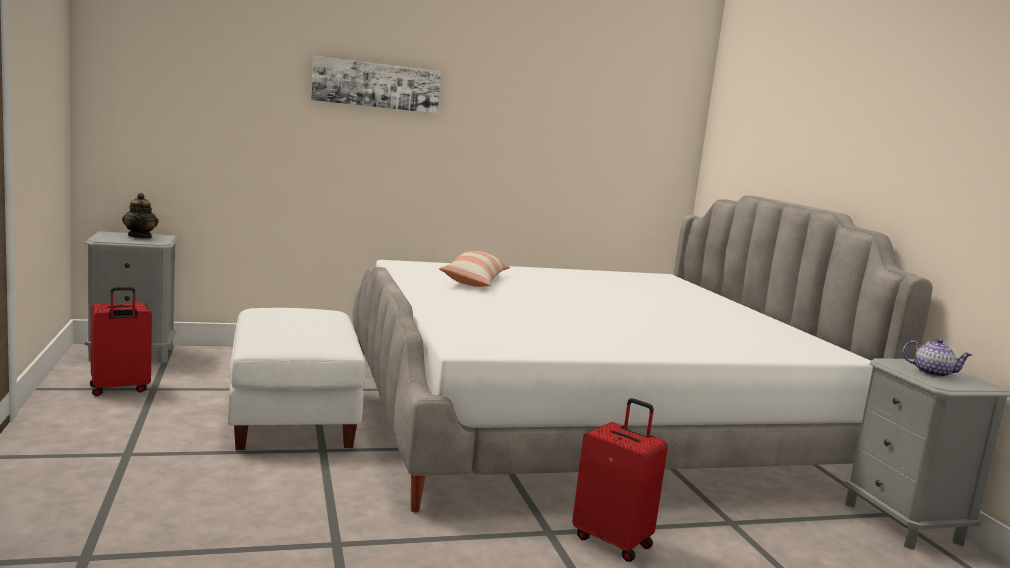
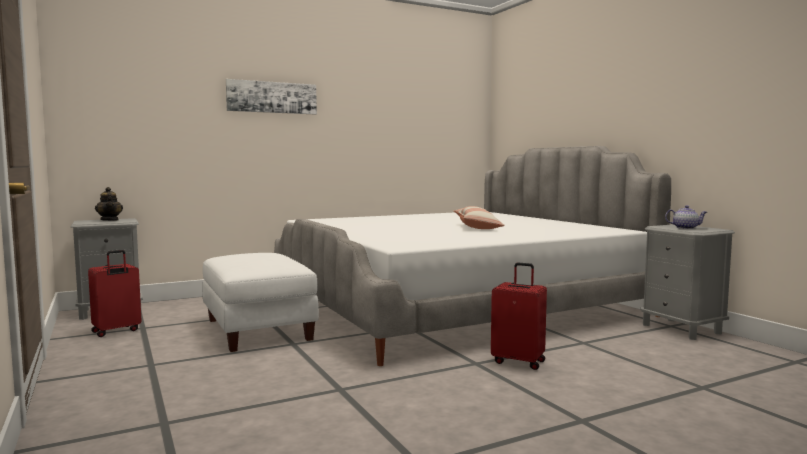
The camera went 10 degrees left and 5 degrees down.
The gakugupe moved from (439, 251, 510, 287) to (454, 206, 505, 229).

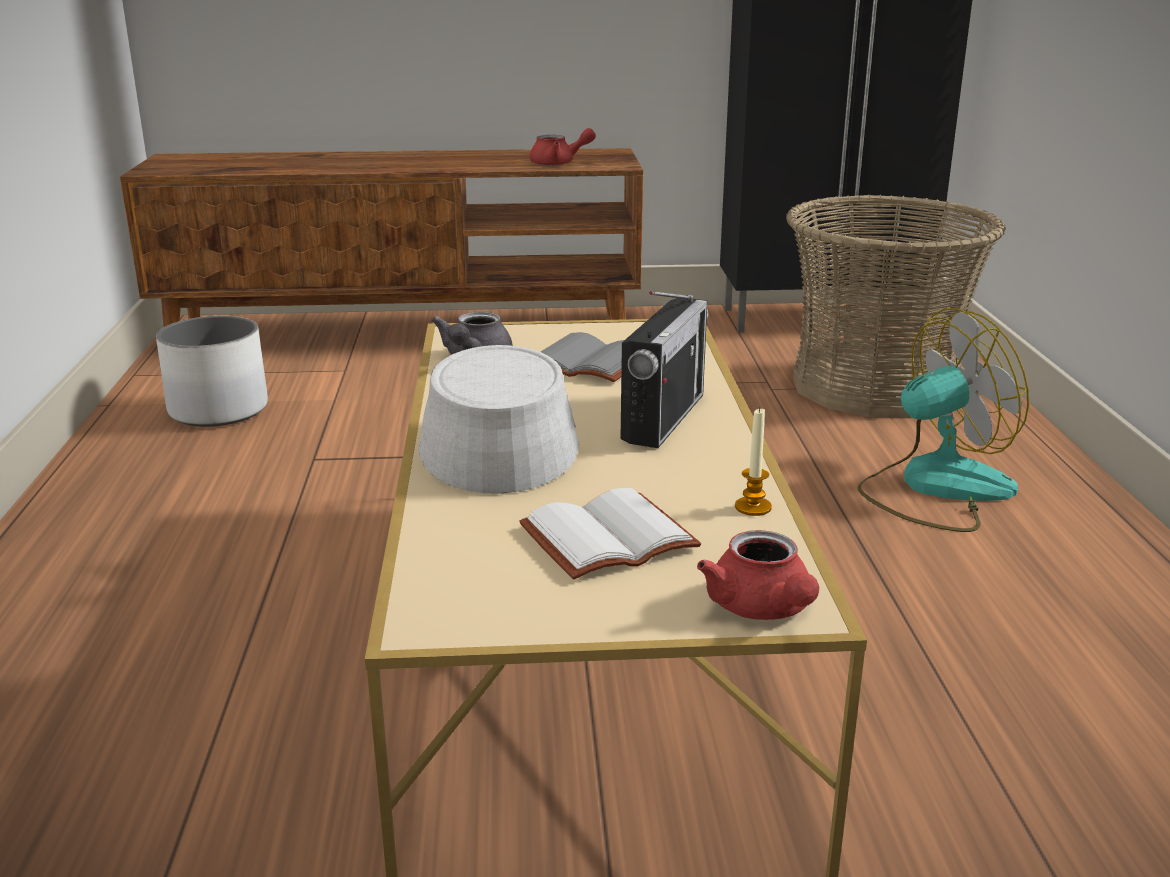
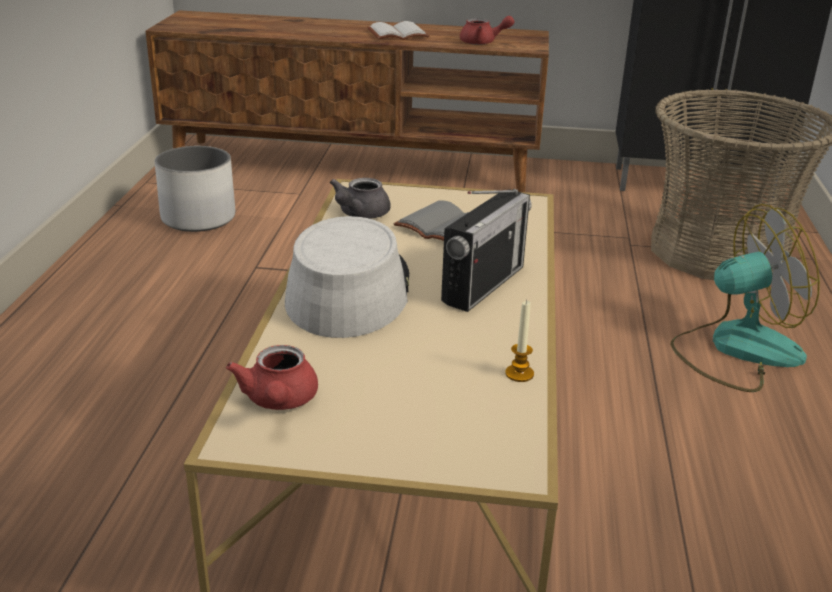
The camera went 10 degrees right and 5 degrees up.
The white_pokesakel moved from (519, 488, 701, 580) to (367, 21, 429, 40).
The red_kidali moved from (697, 530, 819, 620) to (226, 345, 318, 410).

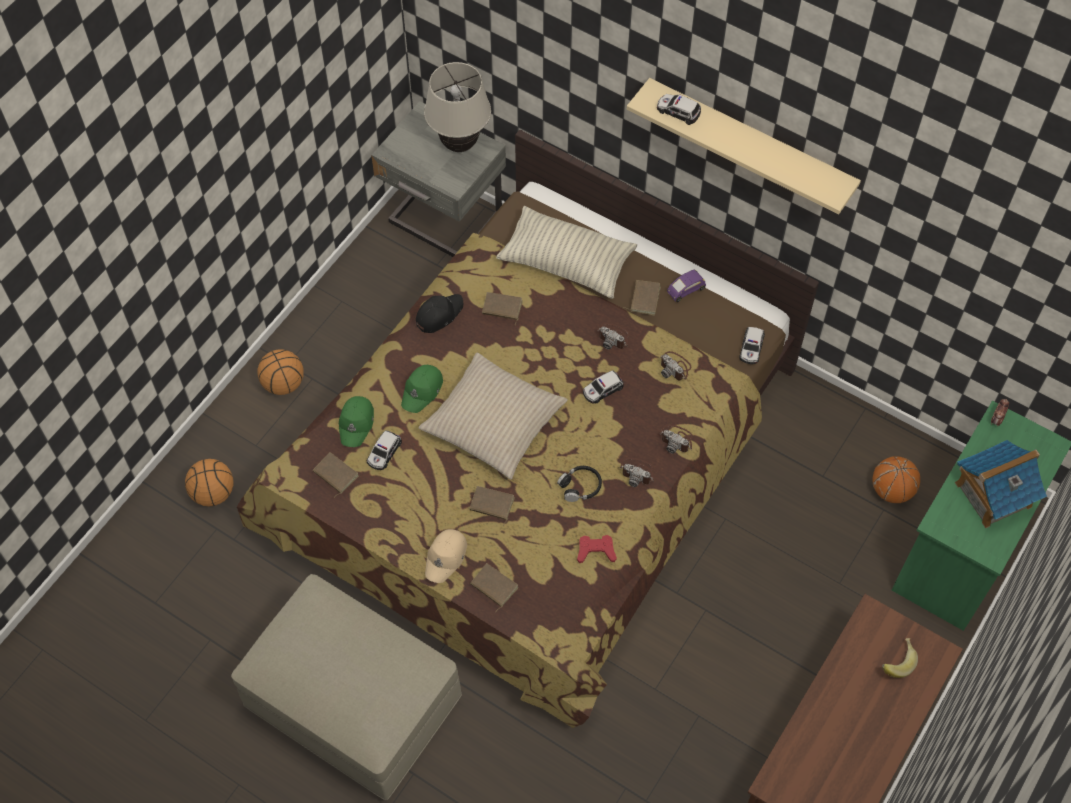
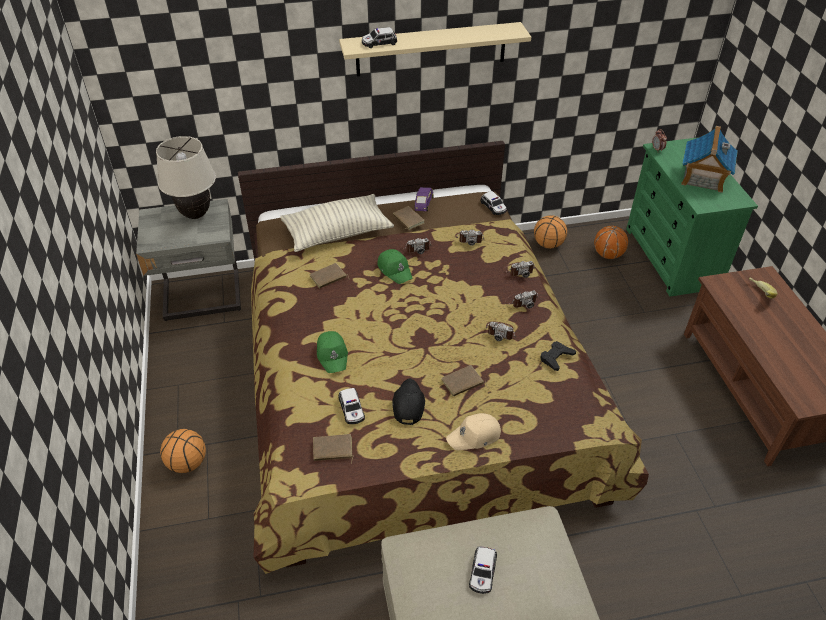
The camera went 45 degrees left and 15 degrees down.
The beige_gakugupe at (419, 353, 568, 479) disappeared.
The brown_pokesakel at (470, 563, 519, 612) disappeared.
The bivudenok moved from (185, 459, 233, 506) to (534, 215, 567, 249).
The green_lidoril moved from (339, 396, 374, 447) to (377, 249, 412, 284).
The black_lidoril moved from (416, 294, 463, 333) to (392, 378, 425, 425).
The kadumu moved from (583, 370, 624, 404) to (469, 547, 497, 594).
The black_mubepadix at (557, 466, 602, 502) was replaced by the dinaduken at (485, 322, 516, 341).
The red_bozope at (577, 535, 617, 563) became the black_bozope at (541, 341, 576, 371).
The beige_lidoril at (425, 529, 467, 583) turned 90 degrees clockwise.

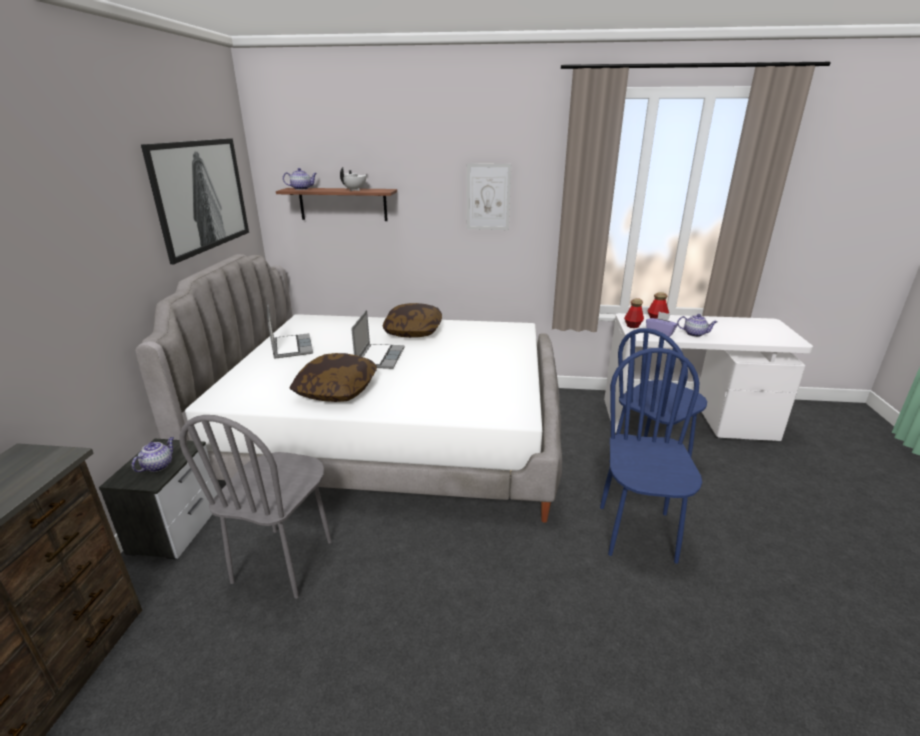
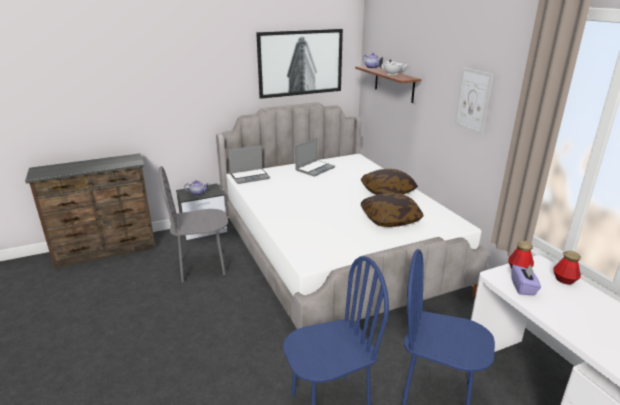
The camera went 60 degrees right and 0 degrees up.
The kidali at (677, 314, 717, 337) disappeared.
The gakugupe moved from (289, 353, 377, 402) to (361, 193, 423, 227).
The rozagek moved from (351, 310, 405, 369) to (228, 145, 270, 184).

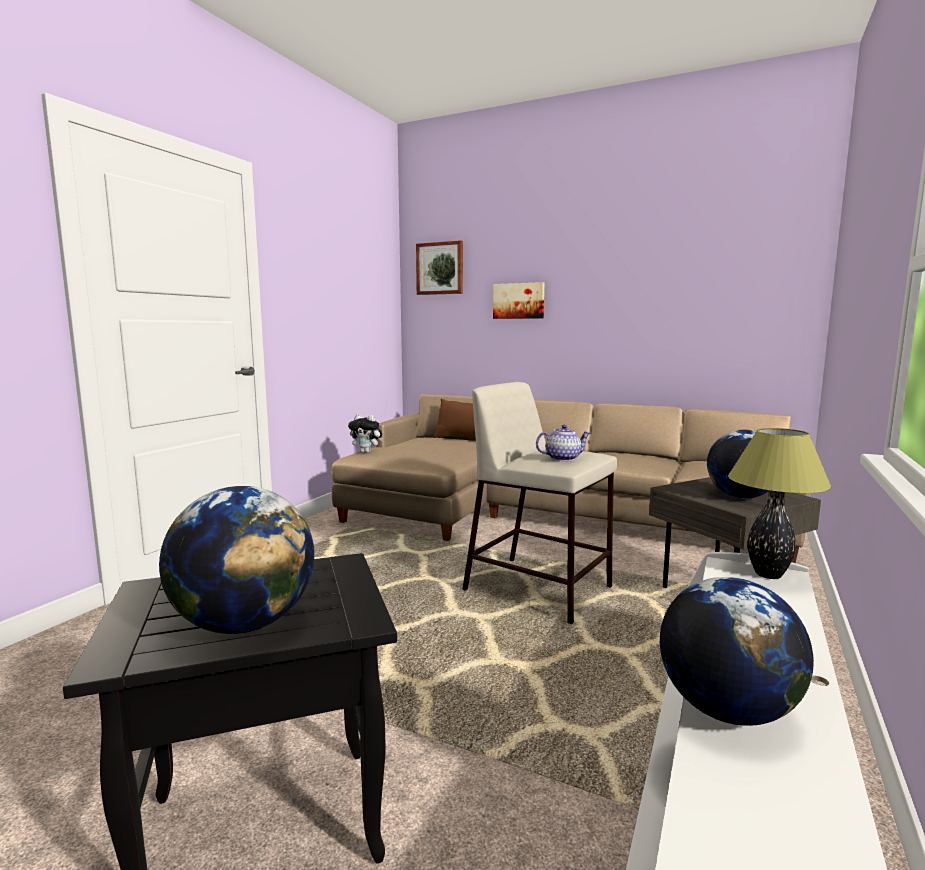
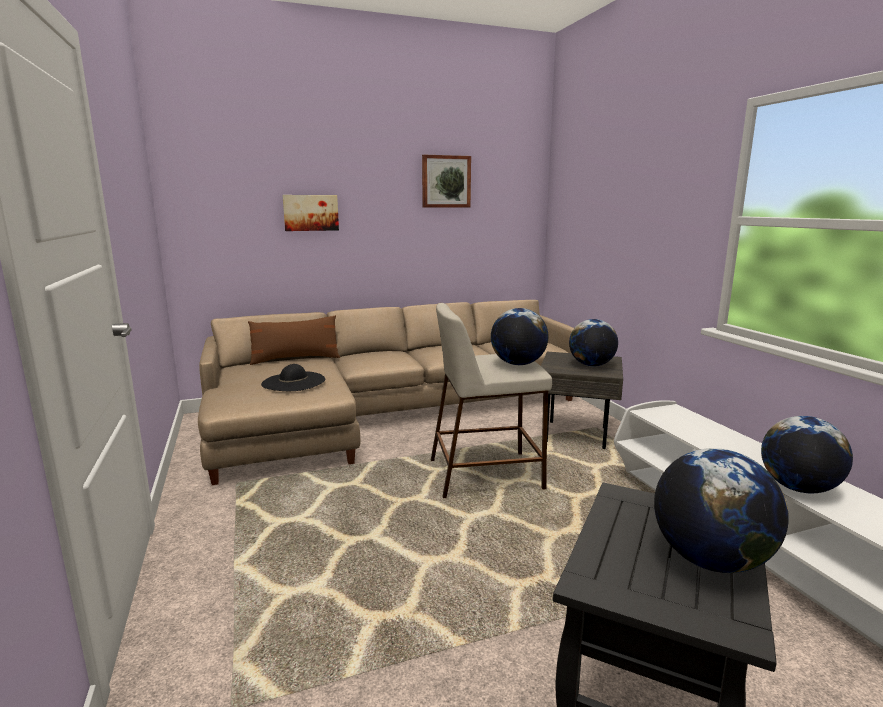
The camera went 45 degrees left and 5 degrees up.
The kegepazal at (348, 414, 383, 453) disappeared.
The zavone at (728, 428, 831, 579) disappeared.
The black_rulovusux at (261, 364, 325, 391) appeared.
The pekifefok moved from (416, 240, 463, 295) to (422, 155, 471, 208).
The kidali at (536, 425, 590, 461) was replaced by the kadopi at (491, 308, 549, 365).

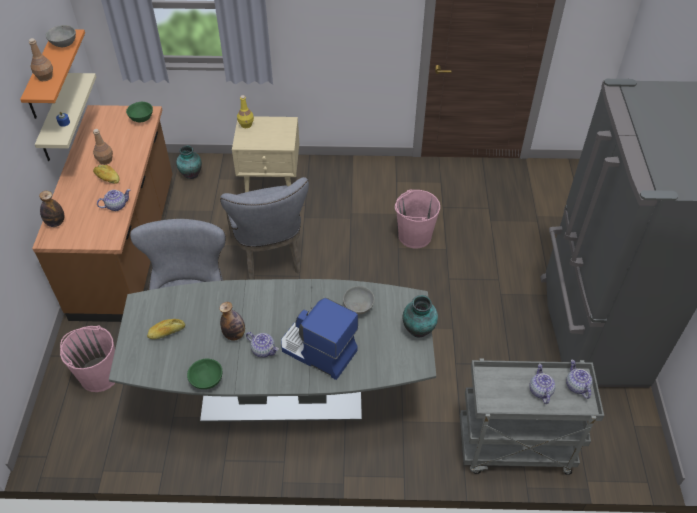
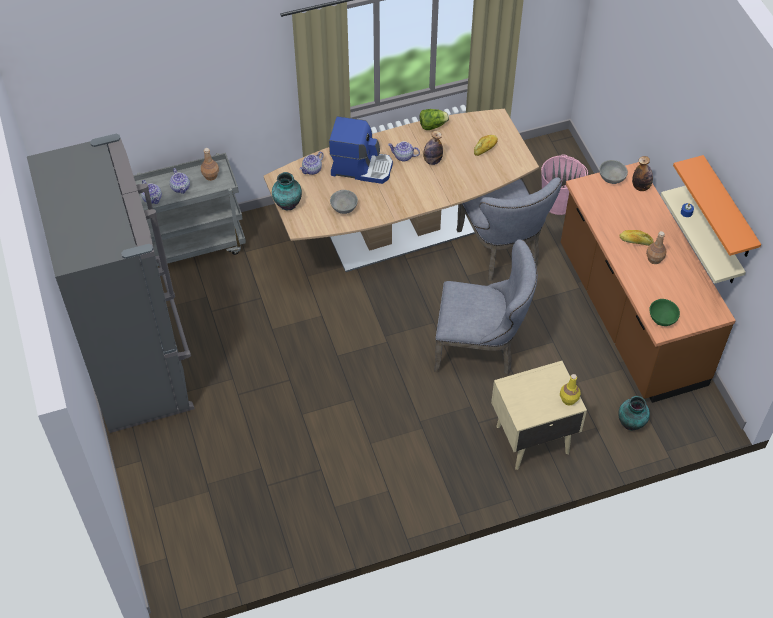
The camera went 160 degrees right and 5 degrees up.
The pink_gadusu at (395, 189, 440, 248) disappeared.
The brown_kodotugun moved from (29, 38, 53, 81) to (201, 148, 219, 181).
The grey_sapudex moved from (46, 25, 76, 47) to (599, 160, 628, 184).
The kidali moved from (97, 189, 130, 211) to (300, 152, 324, 175).
The green_sapudex at (187, 359, 222, 389) was replaced by the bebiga at (419, 109, 449, 130).
The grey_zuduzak at (109, 279, 436, 422) became the brown_zuduzak at (264, 109, 539, 272).
The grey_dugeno at (220, 177, 309, 280) turned 135 degrees clockwise.

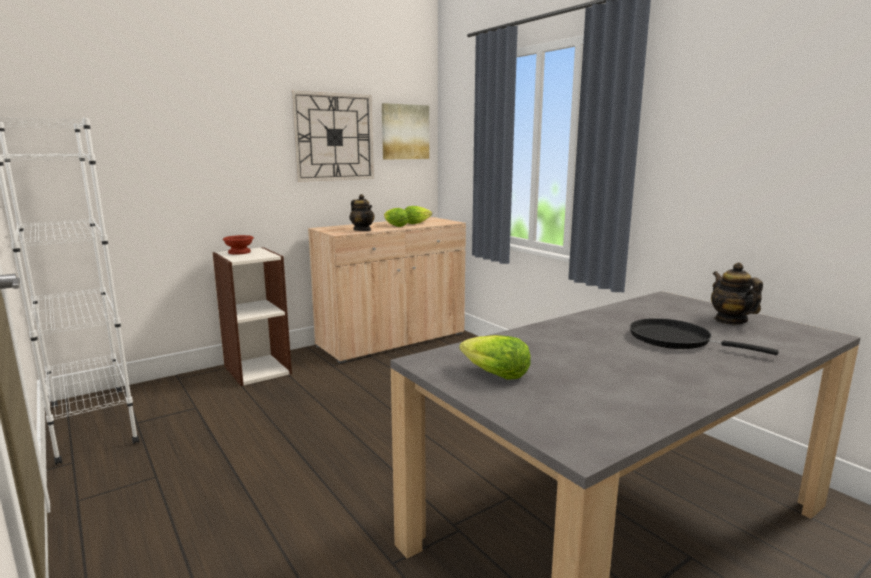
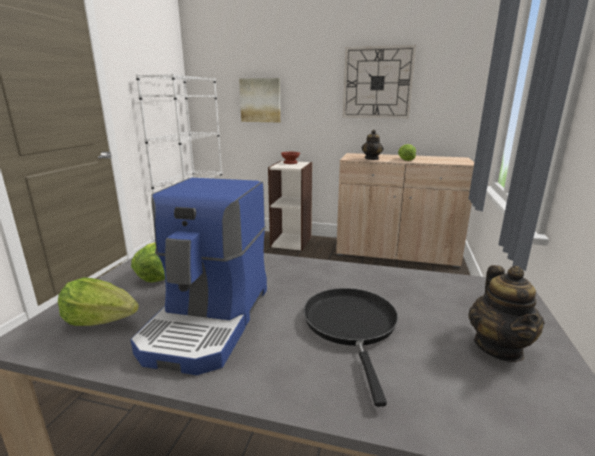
The camera went 50 degrees right and 5 degrees up.
The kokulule at (131, 178, 267, 375) appeared.
The pekifefok moved from (382, 103, 429, 160) to (239, 78, 281, 122).
The bebiga moved from (404, 206, 432, 224) to (58, 277, 139, 326).
The kidali at (711, 263, 763, 324) turned 150 degrees clockwise.

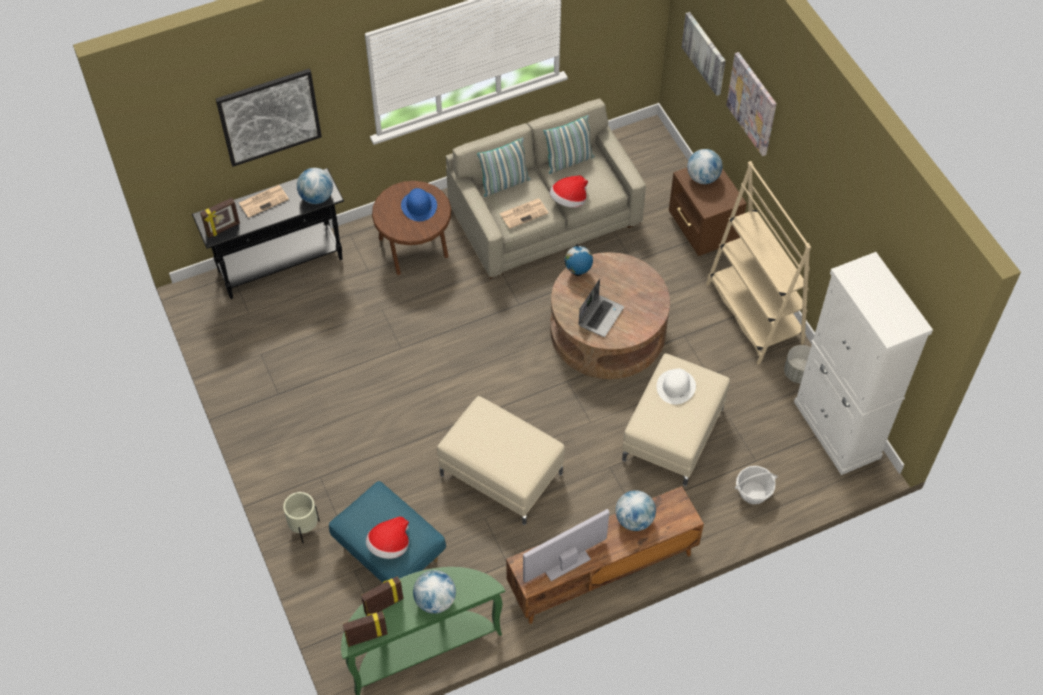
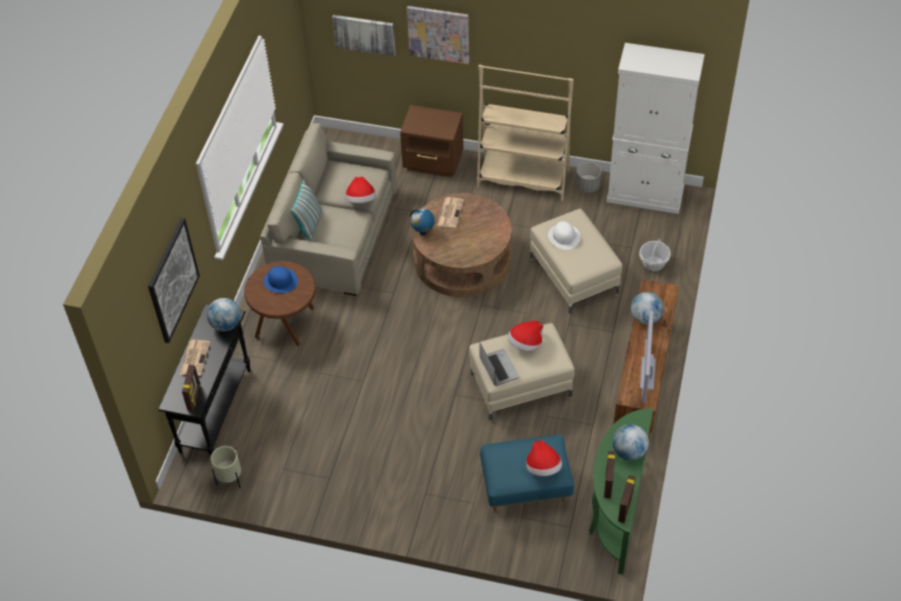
The camera went 50 degrees left and 5 degrees down.
The gakugupe at (544, 115, 594, 174) disappeared.
The kadopi at (687, 149, 723, 184) disappeared.
The rulovusux at (507, 321, 543, 351) appeared.
The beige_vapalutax moved from (283, 492, 320, 544) to (211, 446, 241, 488).
The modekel moved from (500, 199, 548, 229) to (437, 197, 464, 228).
The rozagek moved from (578, 279, 624, 337) to (480, 343, 519, 386).

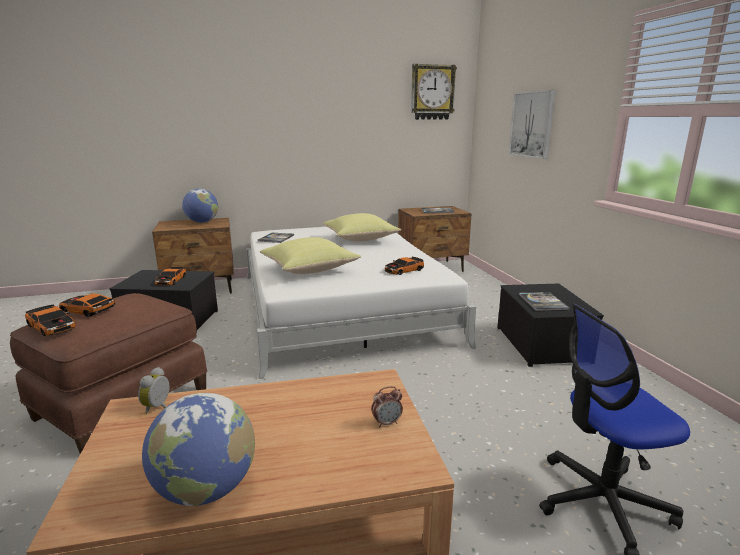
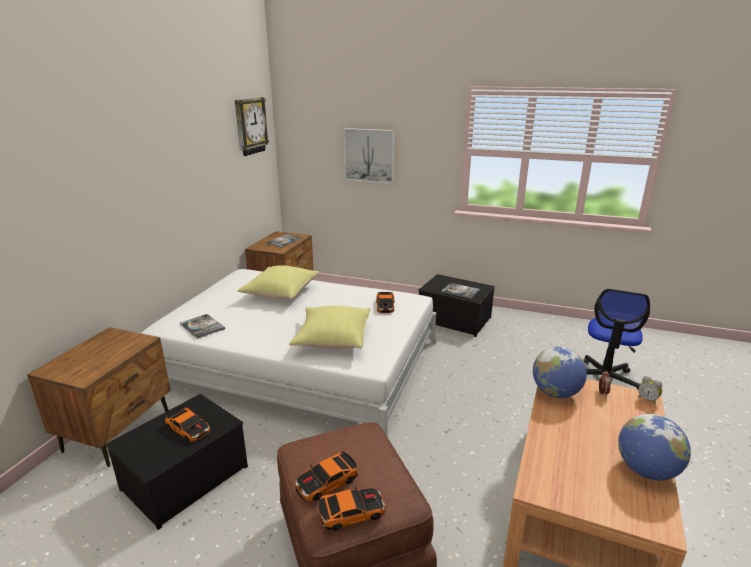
The camera went 55 degrees left and 5 degrees up.
The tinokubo moved from (138, 367, 169, 414) to (638, 376, 662, 405).
The kadopi moved from (182, 188, 218, 223) to (533, 347, 587, 398).

